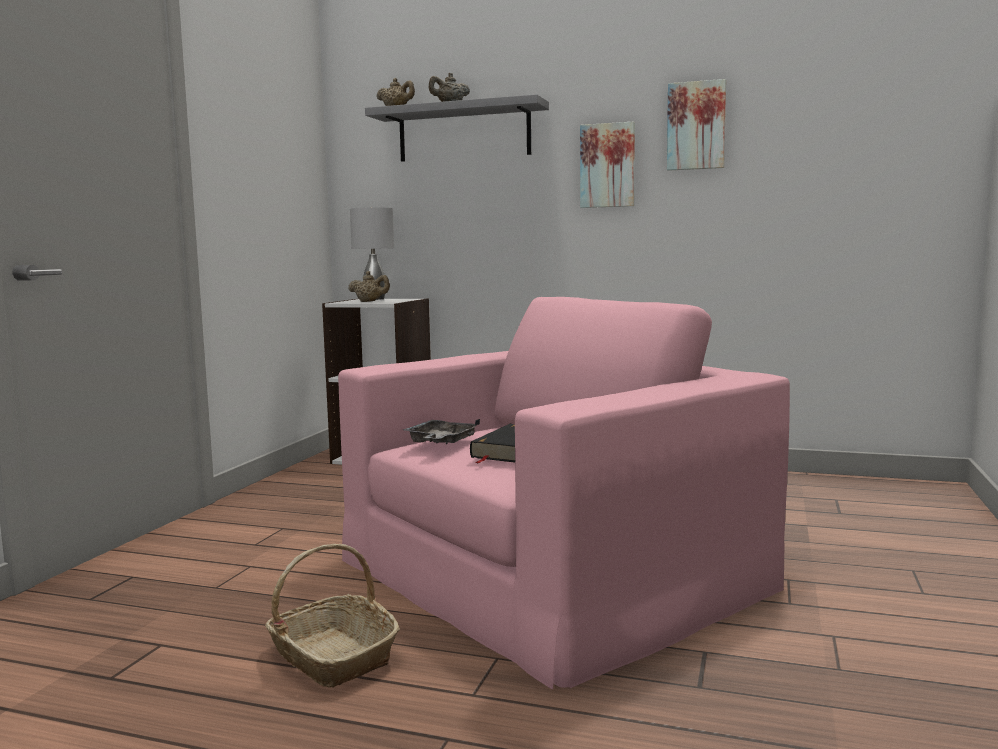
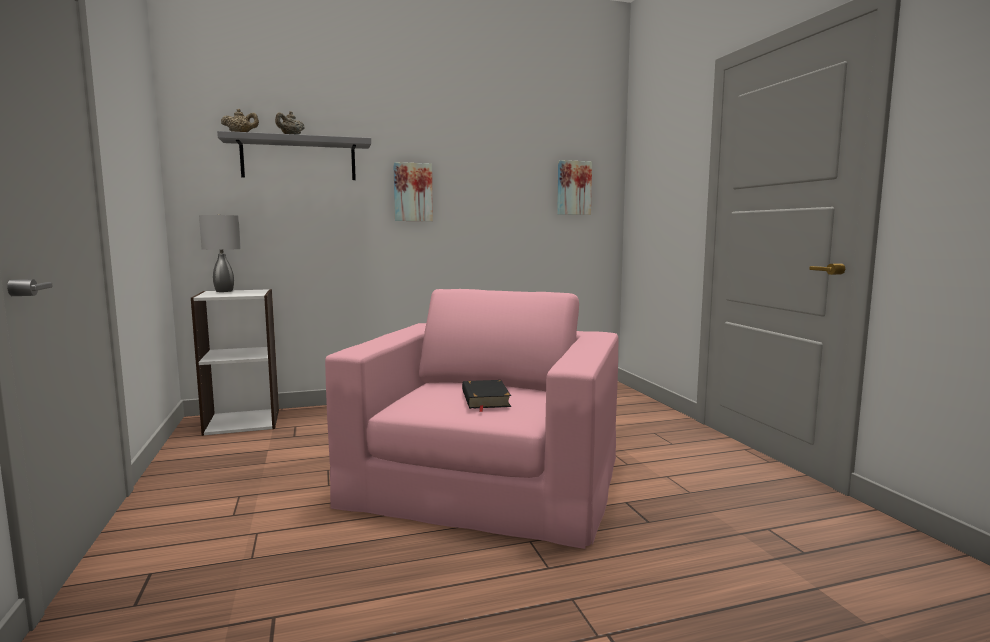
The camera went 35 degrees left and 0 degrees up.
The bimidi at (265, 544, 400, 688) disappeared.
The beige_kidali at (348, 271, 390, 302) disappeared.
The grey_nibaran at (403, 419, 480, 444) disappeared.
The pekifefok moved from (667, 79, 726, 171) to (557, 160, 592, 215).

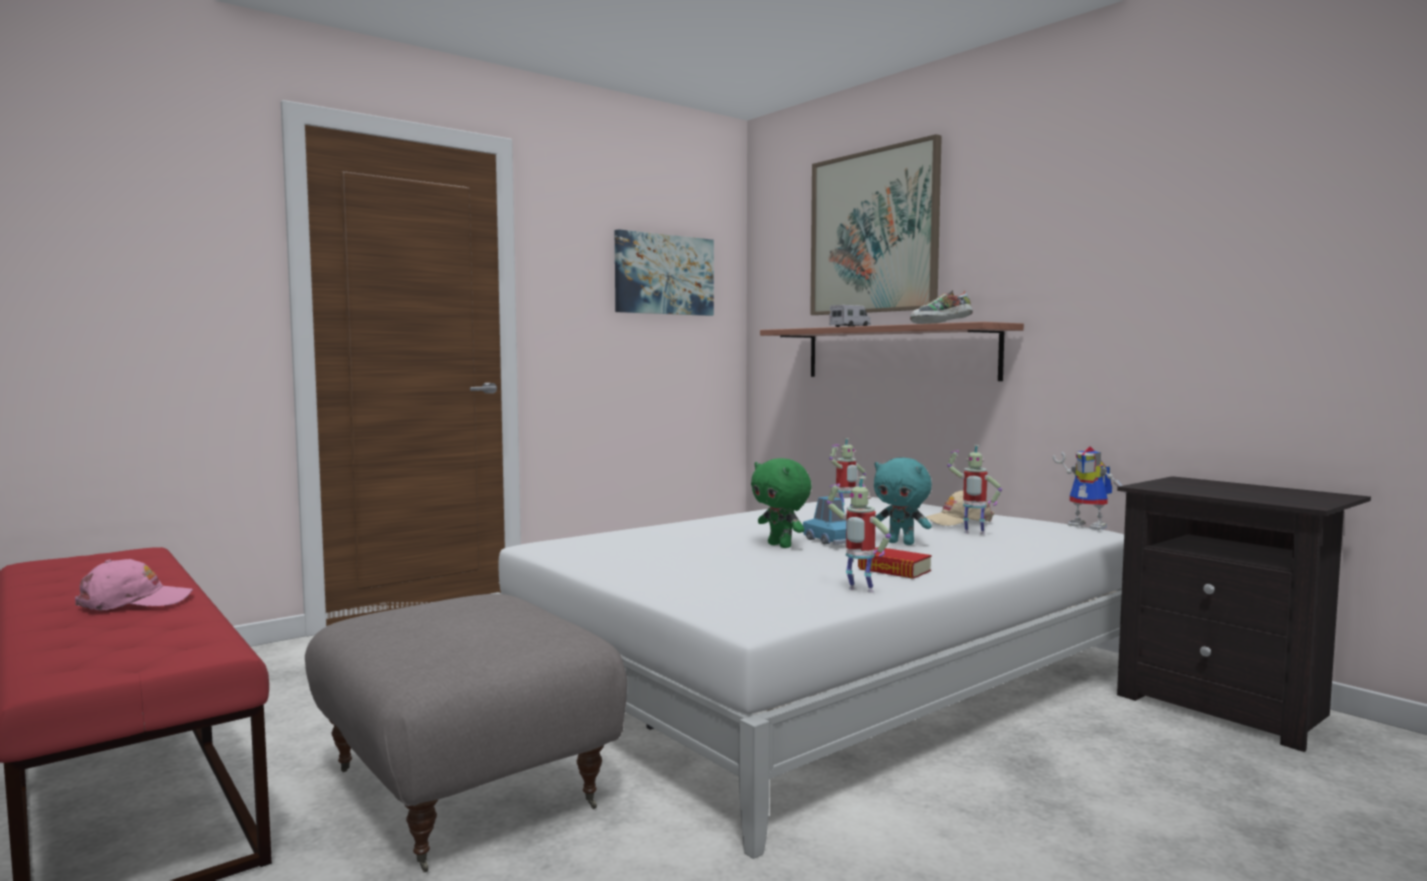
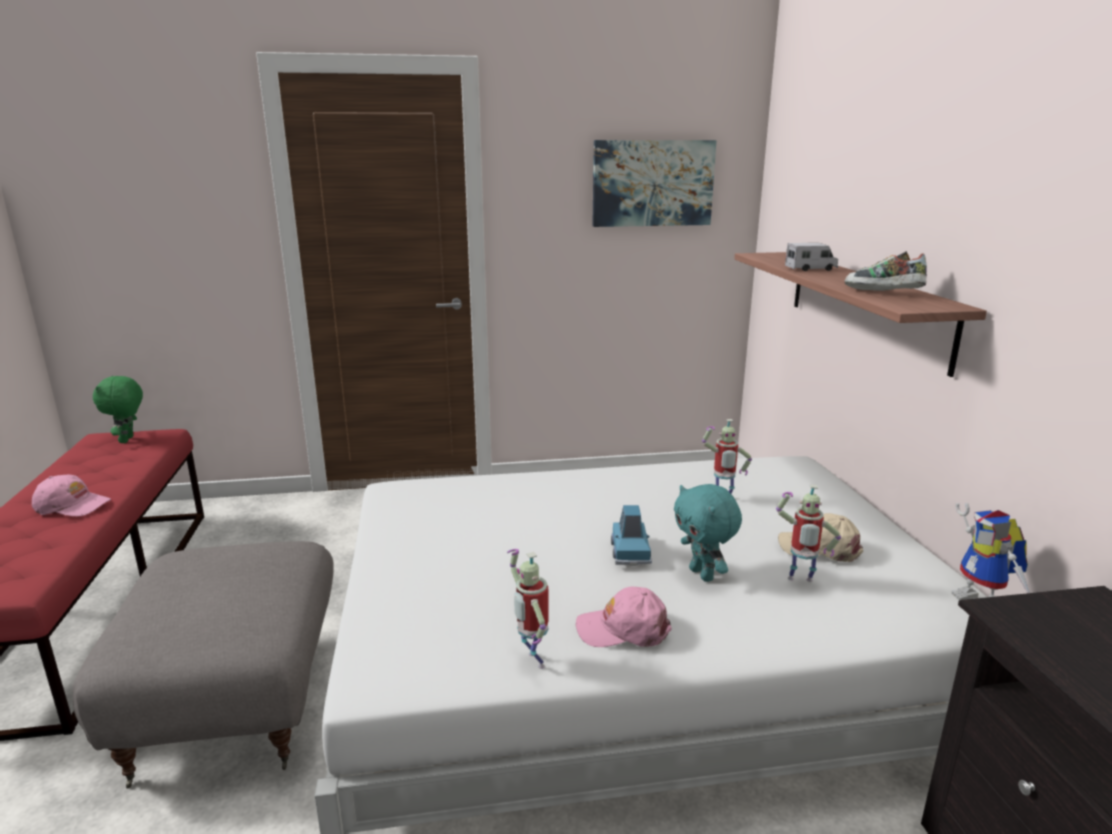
The camera went 30 degrees right and 15 degrees up.
The pekifefok at (810, 134, 942, 315) disappeared.
The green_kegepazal moved from (751, 458, 812, 548) to (93, 376, 143, 443).
The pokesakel at (858, 547, 932, 579) was replaced by the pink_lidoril at (576, 587, 672, 647).
The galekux at (947, 445, 1002, 535) turned 45 degrees counterclockwise.

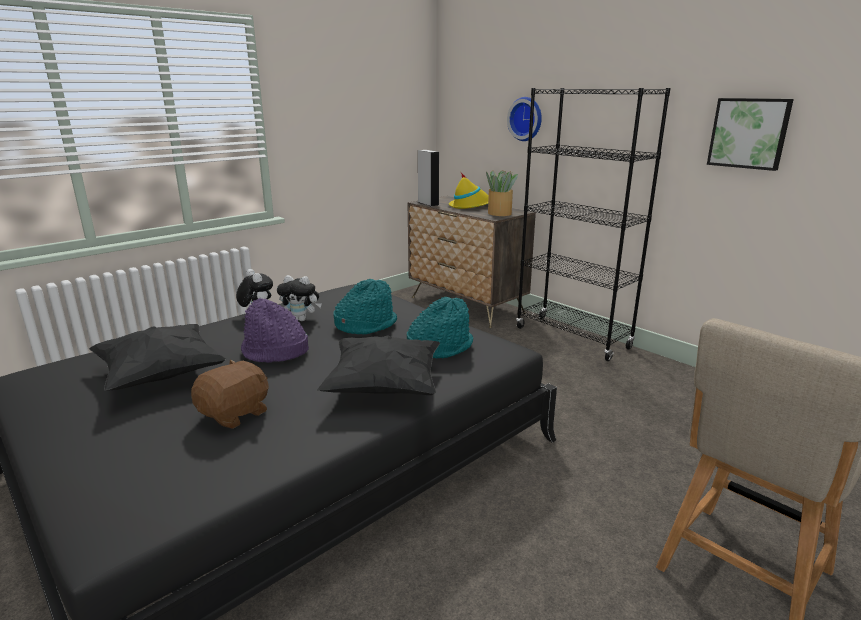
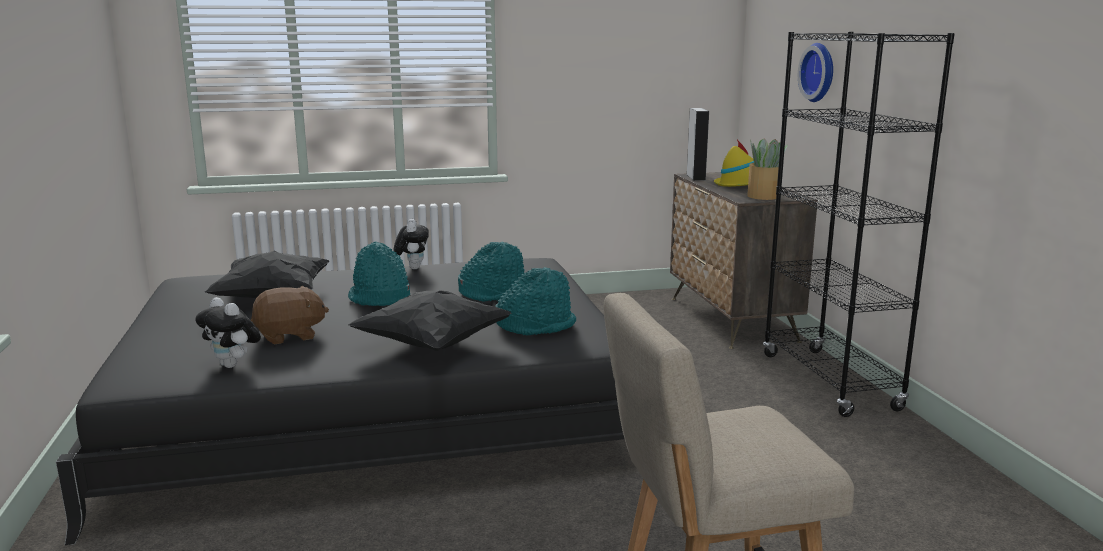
The camera went 30 degrees right and 5 degrees down.
The pekifefok at (707, 98, 794, 171) disappeared.
The kegepazal moved from (277, 275, 321, 321) to (195, 297, 261, 368).
The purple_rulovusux at (241, 298, 309, 363) became the turquoise_rulovusux at (348, 241, 410, 306).

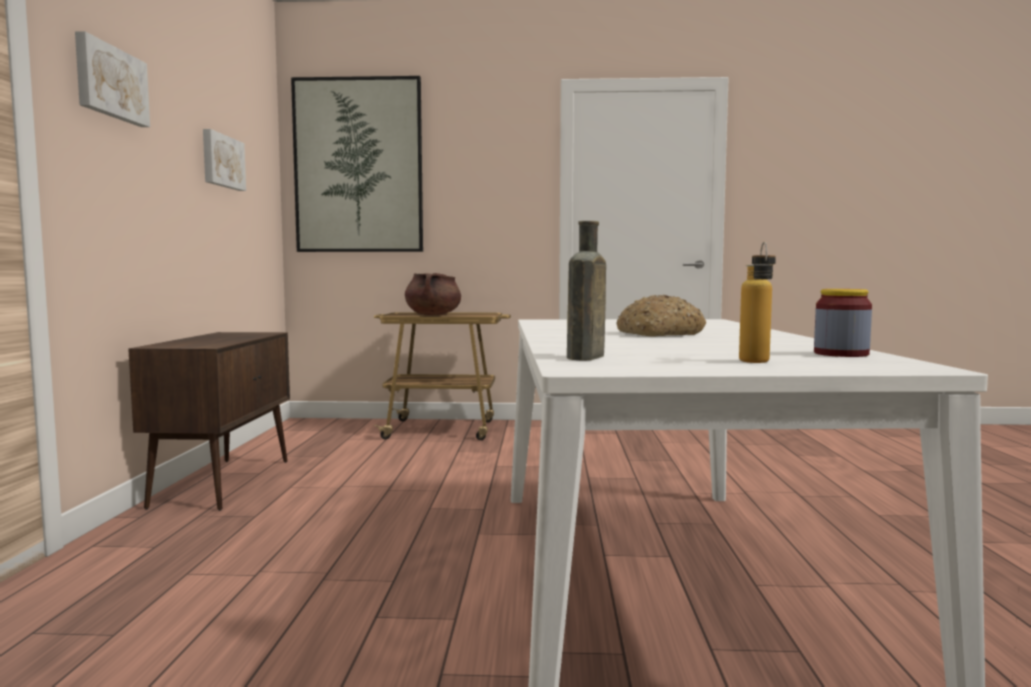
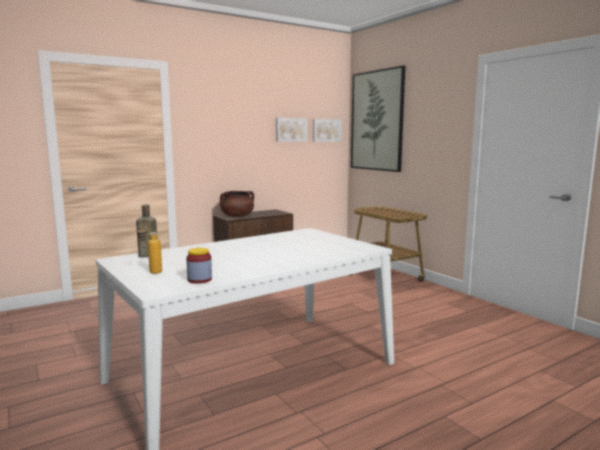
The camera went 55 degrees right and 5 degrees up.
The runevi at (617, 295, 706, 337) disappeared.
The pekifefok moved from (75, 31, 150, 127) to (313, 119, 342, 142).
The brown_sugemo moved from (405, 273, 461, 315) to (220, 191, 254, 217).

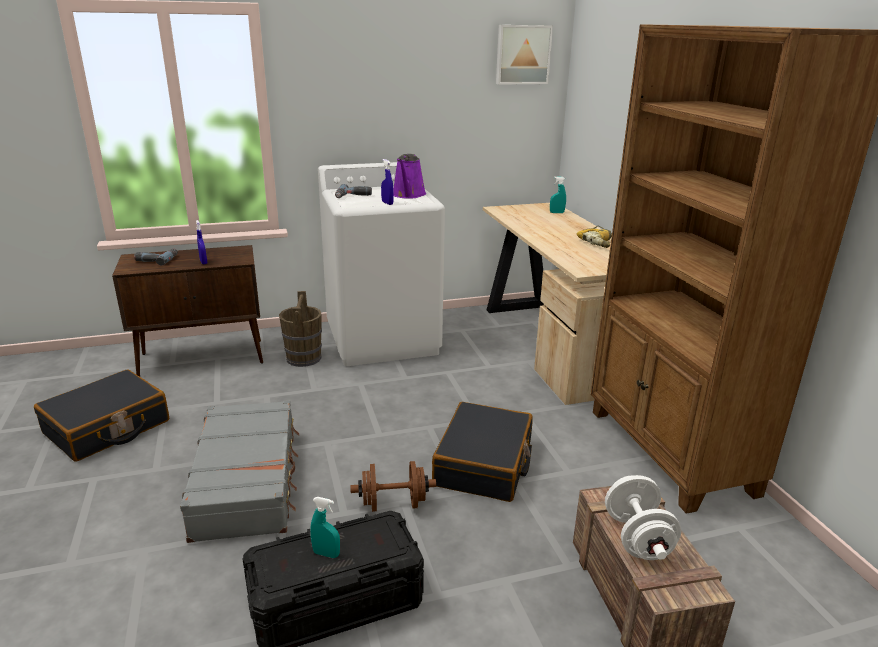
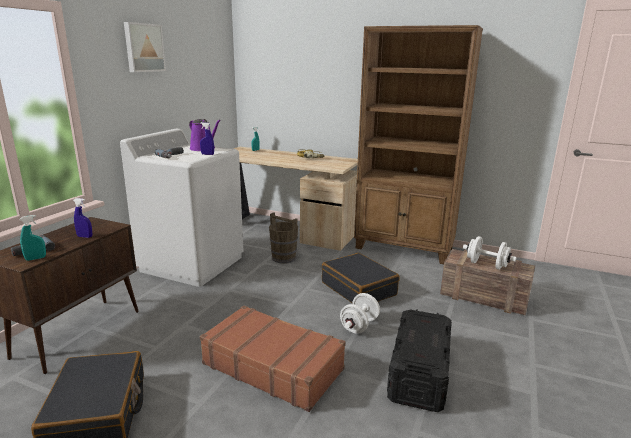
The camera went 50 degrees left and 5 degrees down.
The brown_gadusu moved from (279, 291, 322, 367) to (269, 212, 298, 264).
The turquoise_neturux moved from (310, 497, 340, 558) to (20, 215, 46, 261).
The pekifefok moved from (496, 25, 553, 85) to (124, 22, 166, 72).
The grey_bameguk at (180, 400, 299, 543) became the brown_bameguk at (200, 305, 346, 412).
The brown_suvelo at (350, 461, 436, 512) became the white_suvelo at (340, 293, 380, 334).

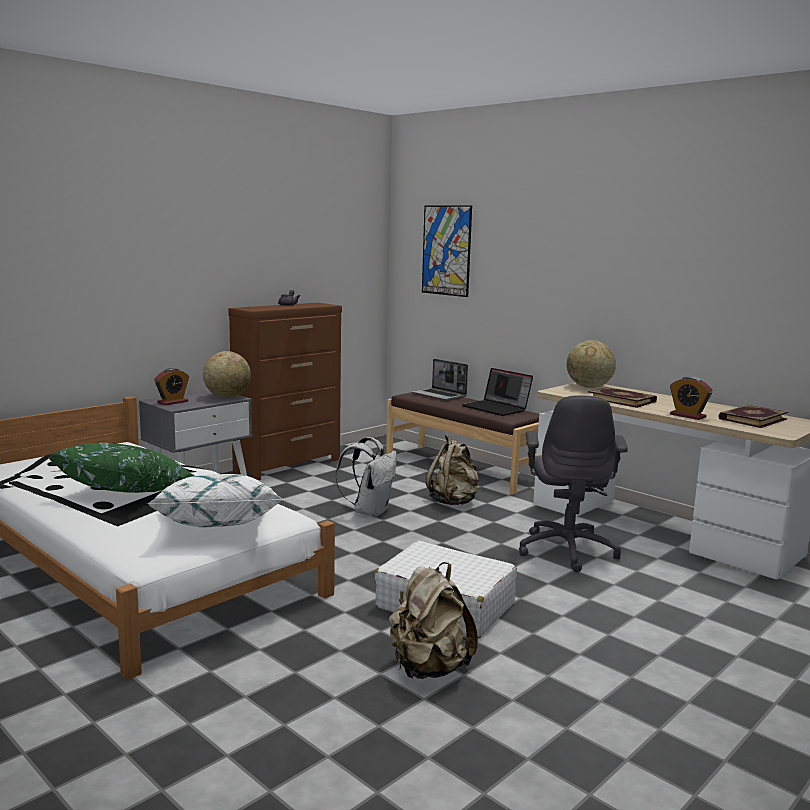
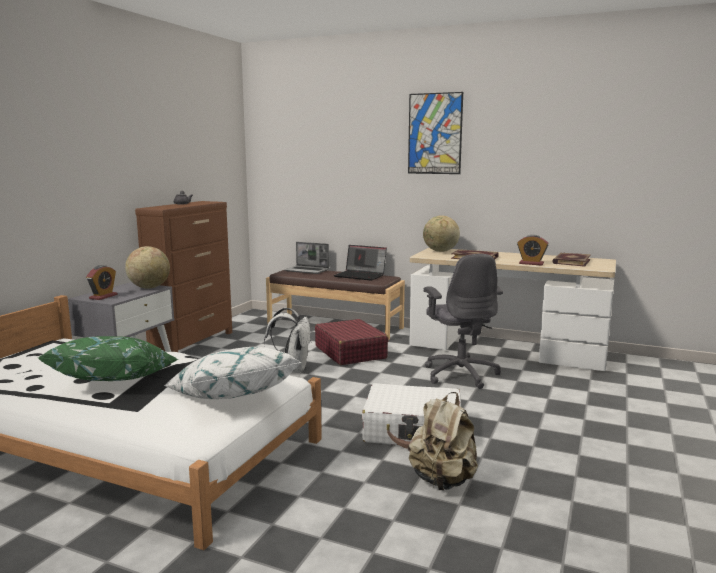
The camera went 20 degrees left and 0 degrees up.
The pekifefok moved from (422, 206, 472, 297) to (408, 92, 463, 174).
The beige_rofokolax at (426, 434, 479, 505) was replaced by the red_bameguk at (315, 319, 389, 365).

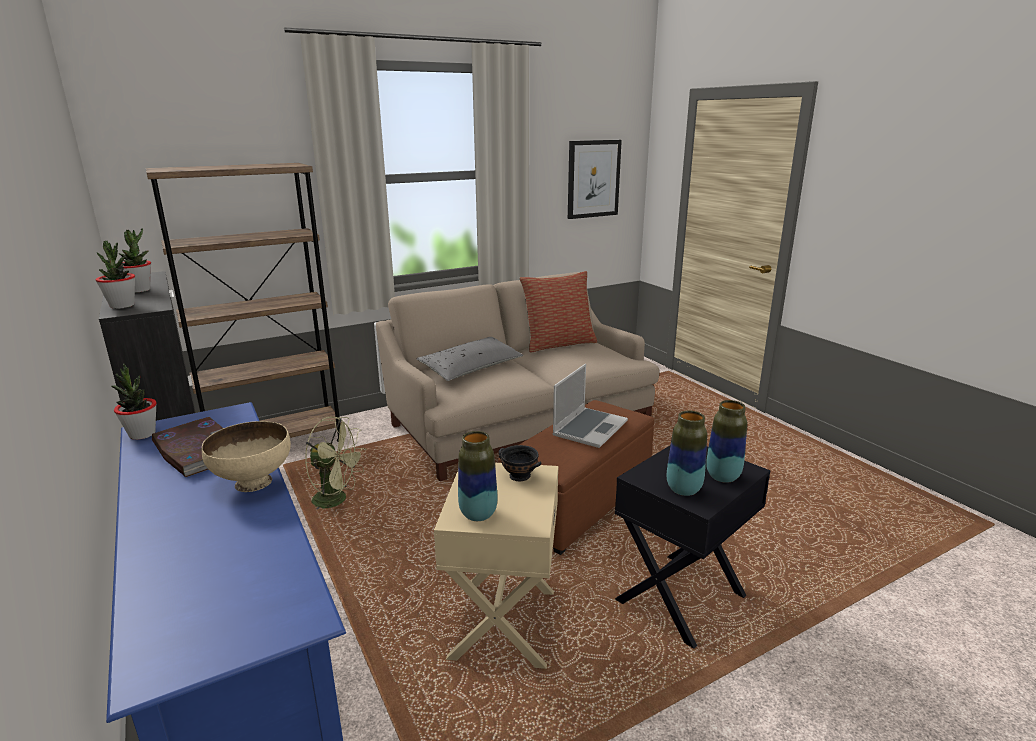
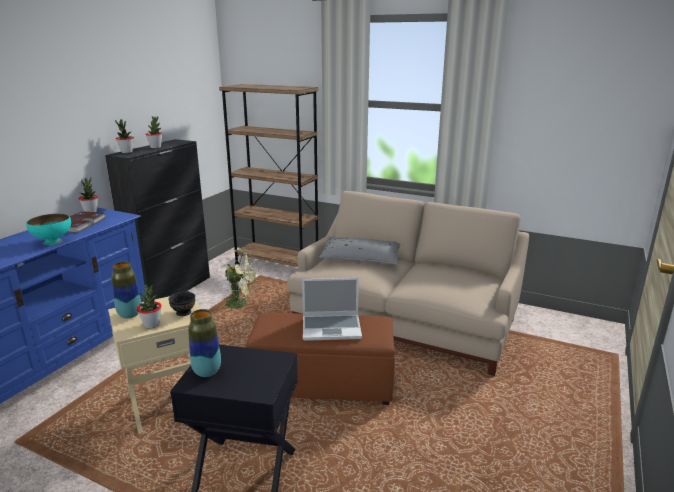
The camera went 55 degrees right and 0 degrees up.
The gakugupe at (519, 271, 597, 353) disappeared.
The pekifefok at (568, 140, 622, 219) disappeared.
The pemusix at (706, 400, 747, 483) disappeared.
The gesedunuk at (137, 285, 162, 328) appeared.
The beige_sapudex at (202, 421, 291, 492) became the turquoise_sapudex at (26, 213, 71, 245).
The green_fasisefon at (305, 417, 366, 509) turned 60 degrees counterclockwise.

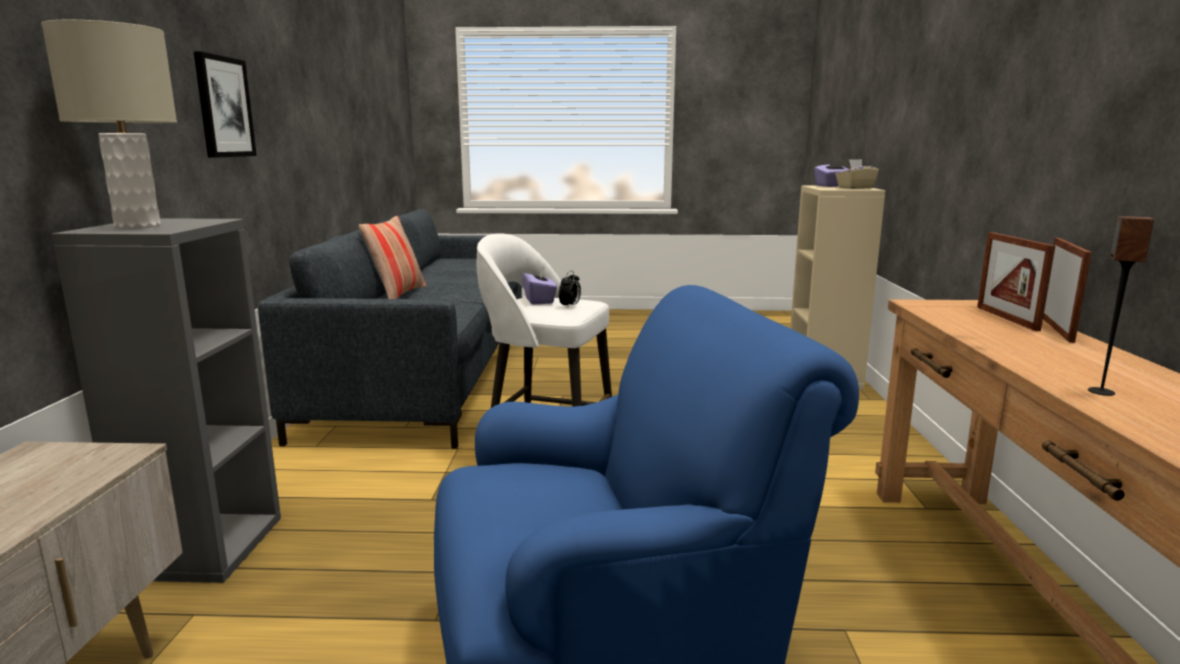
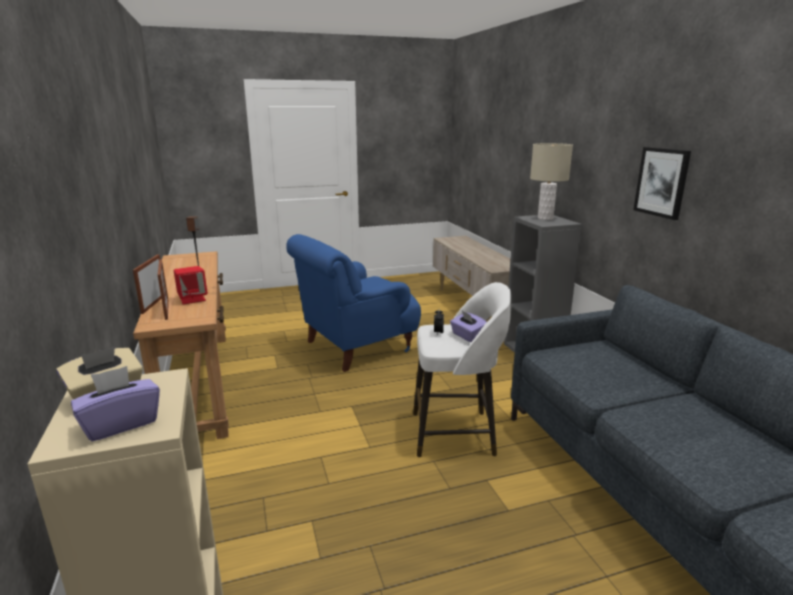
The camera went 160 degrees right and 5 degrees up.
The gakugupe at (359, 216, 426, 299) disappeared.
The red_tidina at (174, 266, 208, 304) appeared.

